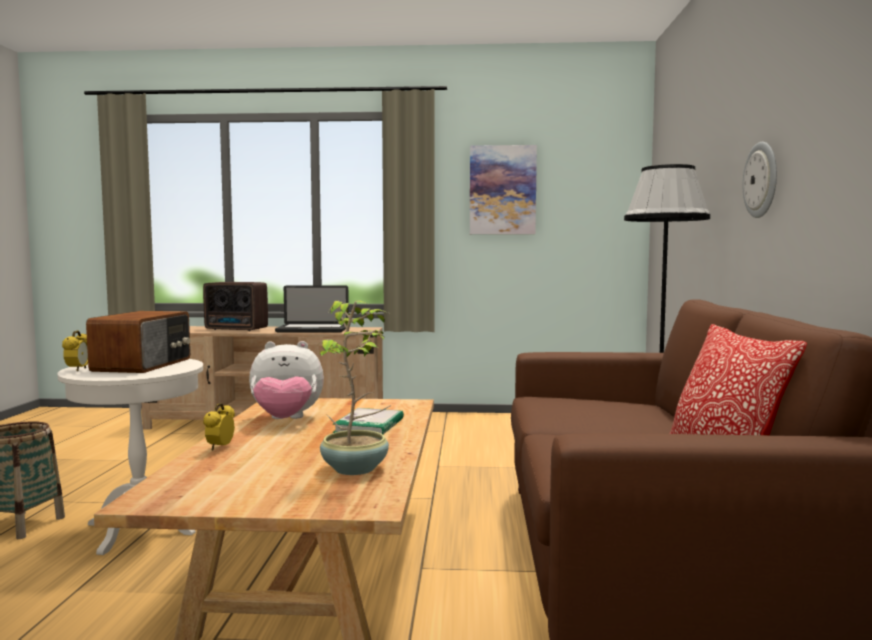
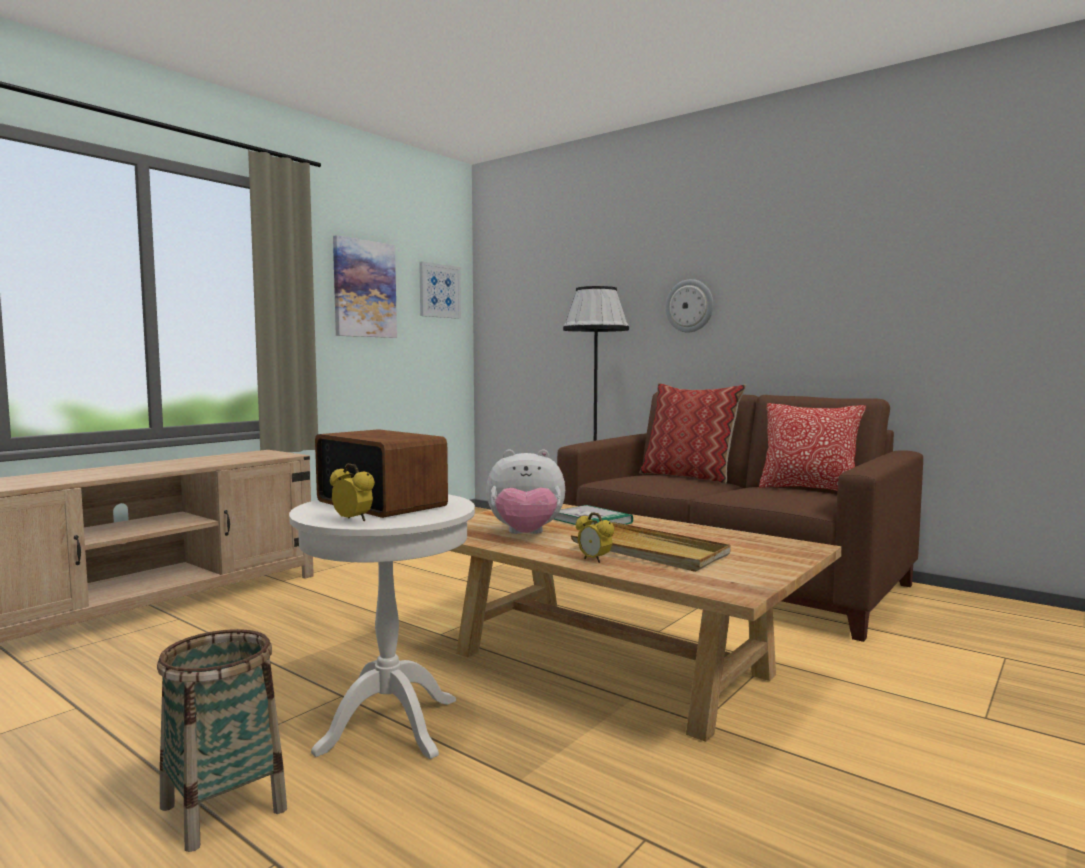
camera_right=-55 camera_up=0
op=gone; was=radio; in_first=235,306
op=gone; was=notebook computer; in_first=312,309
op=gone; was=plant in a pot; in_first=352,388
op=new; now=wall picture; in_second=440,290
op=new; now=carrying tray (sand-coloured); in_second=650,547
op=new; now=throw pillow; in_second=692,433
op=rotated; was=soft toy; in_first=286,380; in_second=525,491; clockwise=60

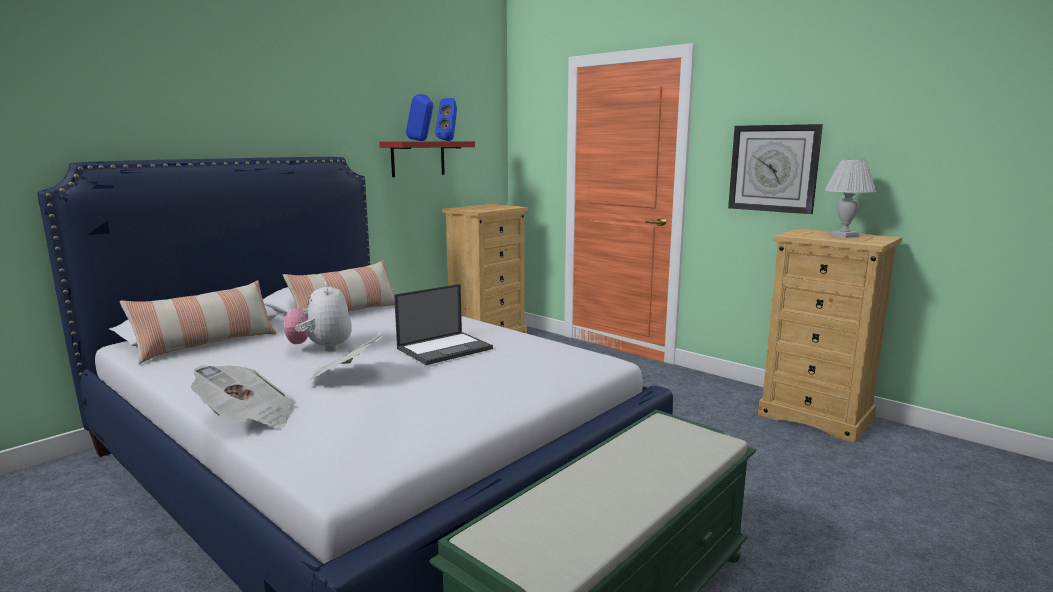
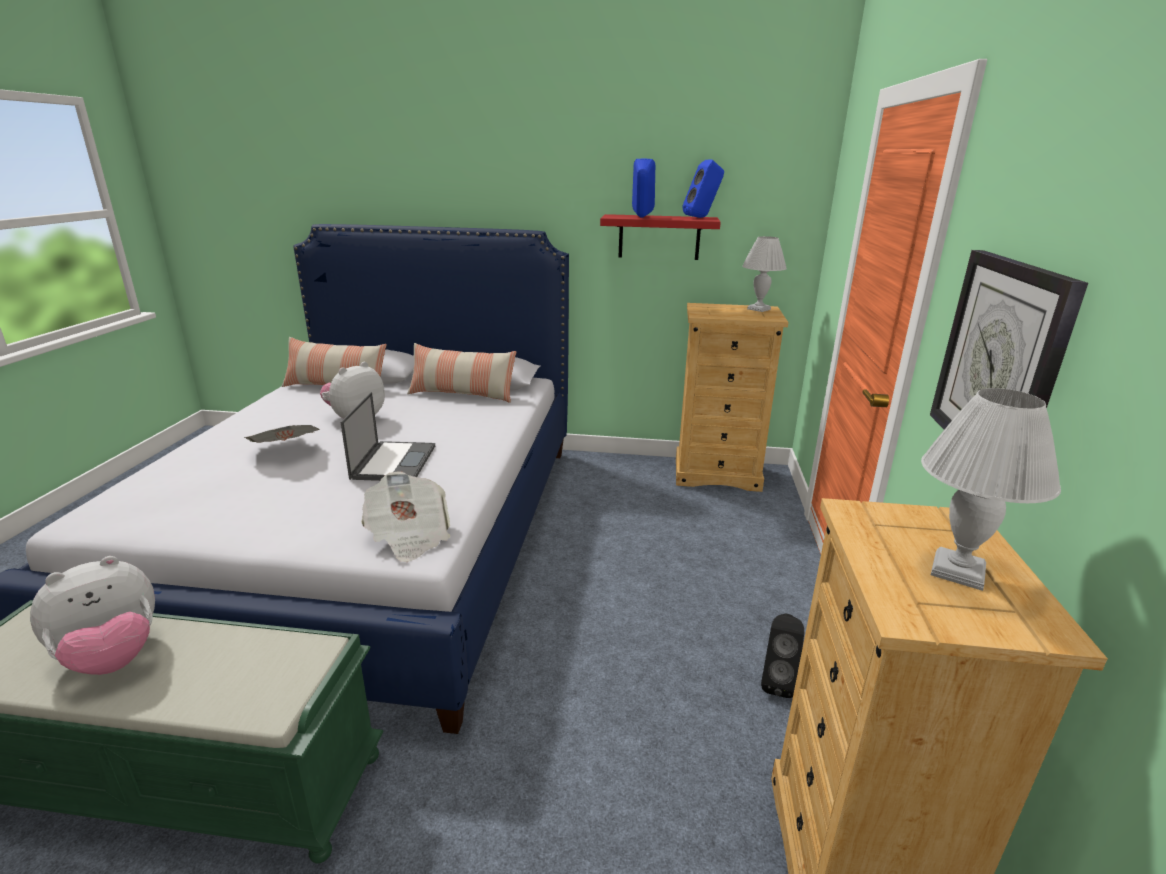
camera_right=55 camera_up=10
op=new; now=soft toy; in_second=92,615
op=new; now=tabletop lamp (white-coloured); in_second=764,274
op=new; now=loudspeaker (black-coloured); in_second=782,656
op=shifted; was=printed paper; in_first=242,396; in_second=405,516
op=rotated; was=notebook computer; in_first=443,324; in_second=388,436; clockwise=-105

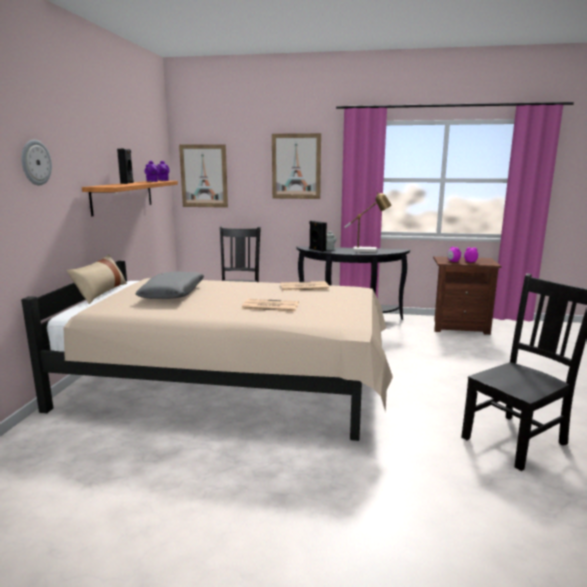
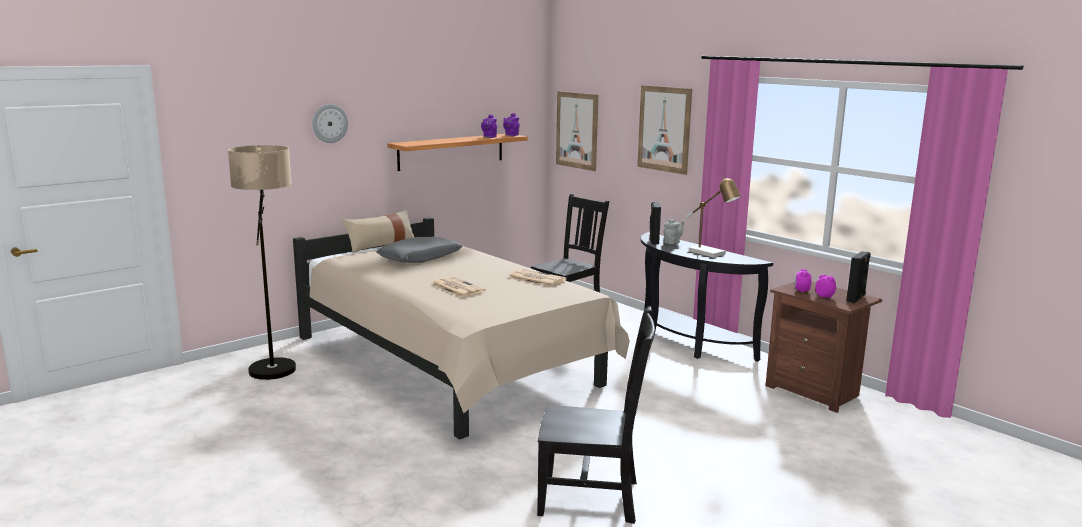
camera_right=40 camera_up=0
op=new; now=standard lamp; in_second=262,262
op=shifted; was=loudspeaker (black-coloured); in_first=125,166; in_second=859,277

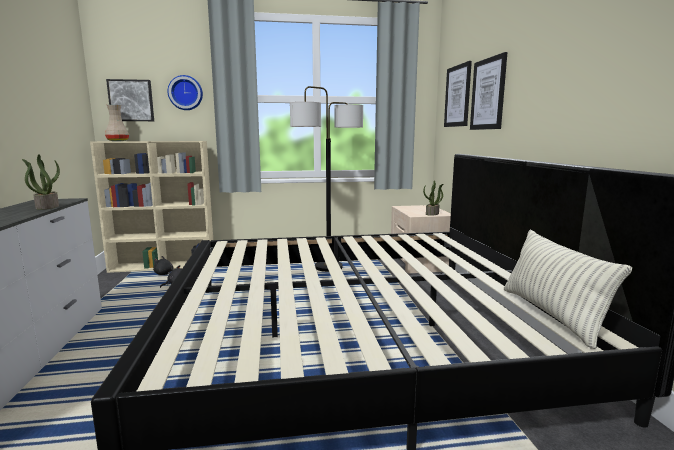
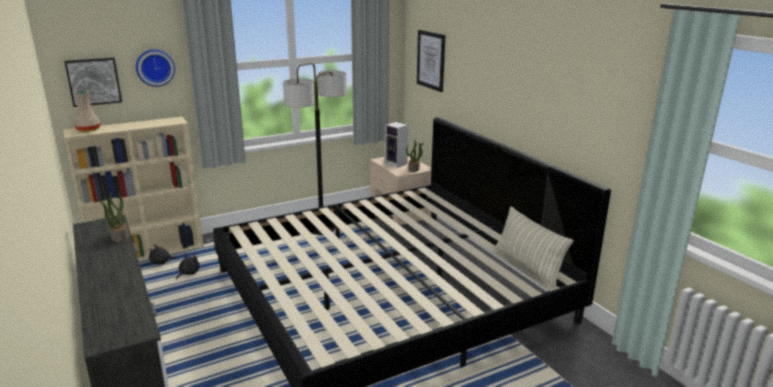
camera_right=-20 camera_up=10
op=gone; was=wall picture; in_first=488,91
op=new; now=loudspeaker; in_second=396,145

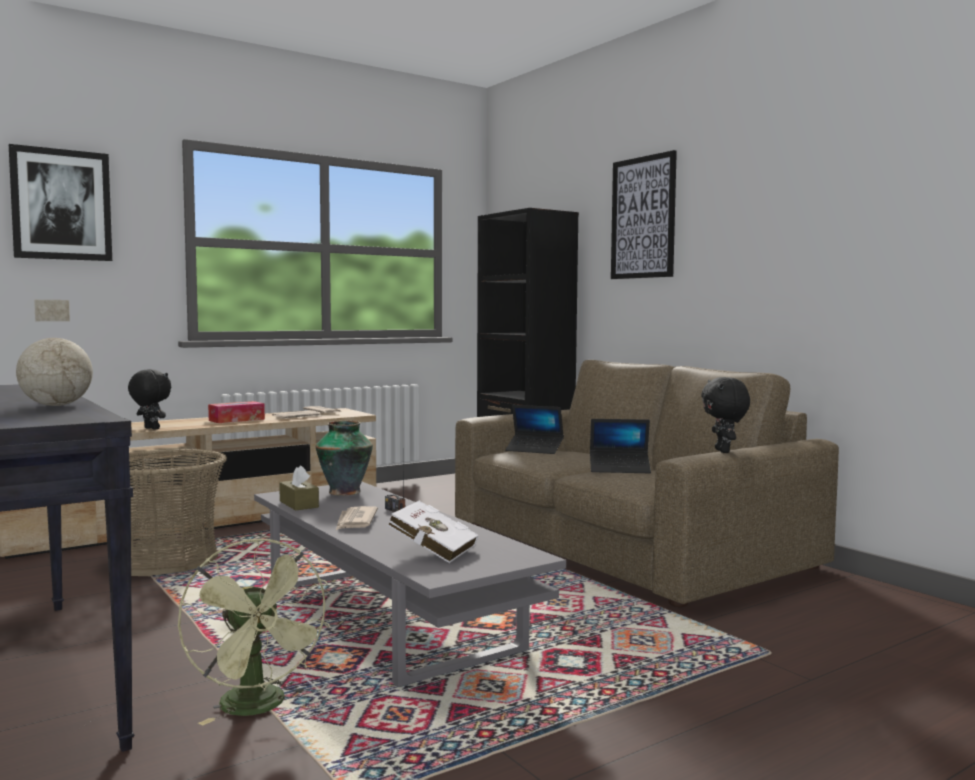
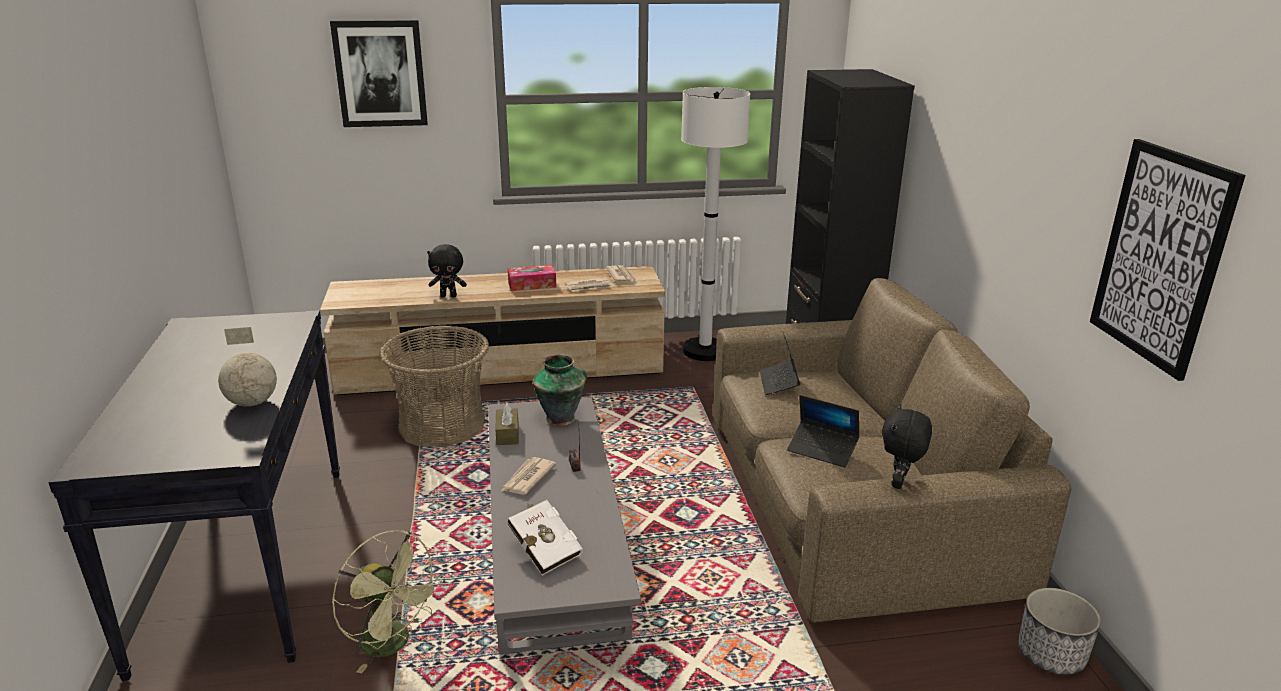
camera_right=25 camera_up=20
op=new; now=standard lamp (white-coloured); in_second=715,224
op=new; now=plant pot; in_second=1059,631
op=shifted; was=wall picture; in_first=644,214; in_second=1168,260
op=rotated; was=soft toy (black-coloured); in_first=149,399; in_second=447,270; clockwise=120
op=rotated; was=electric fan (greenish); in_first=254,632; in_second=387,602; clockwise=-45
op=rotated; was=notebook computer; in_first=534,429; in_second=780,363; clockwise=45

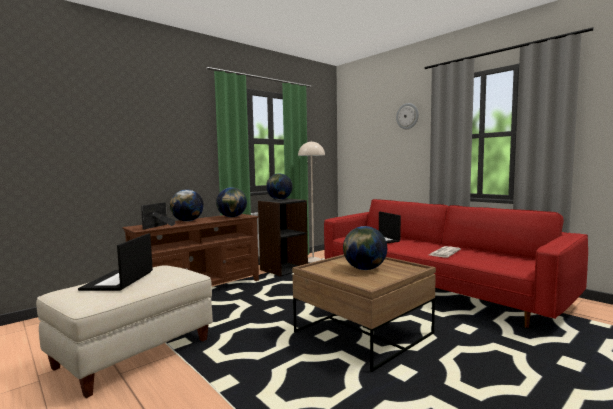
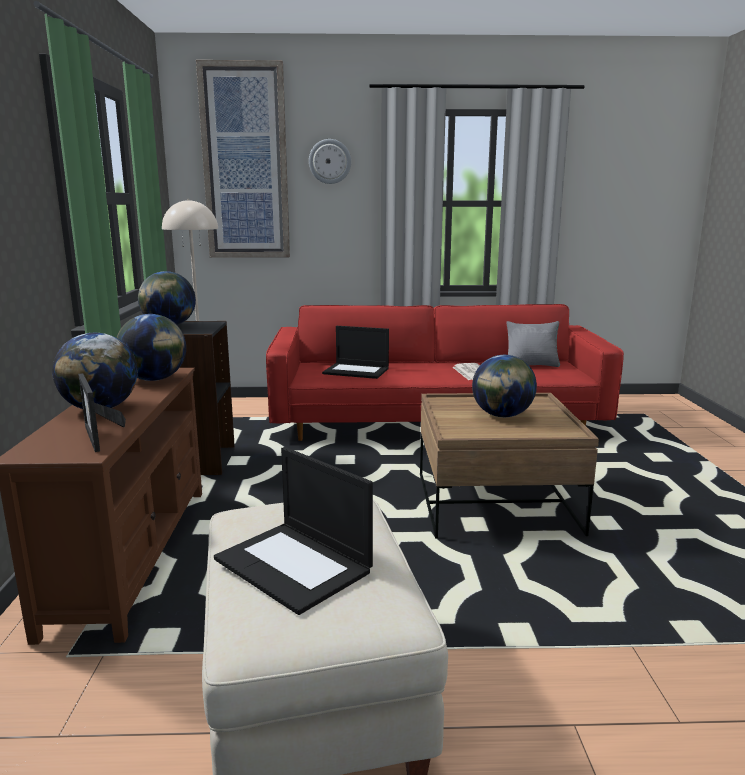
camera_right=-50 camera_up=10
op=new; now=wall picture; in_second=243,159
op=new; now=throw pillow (greyish); in_second=533,344

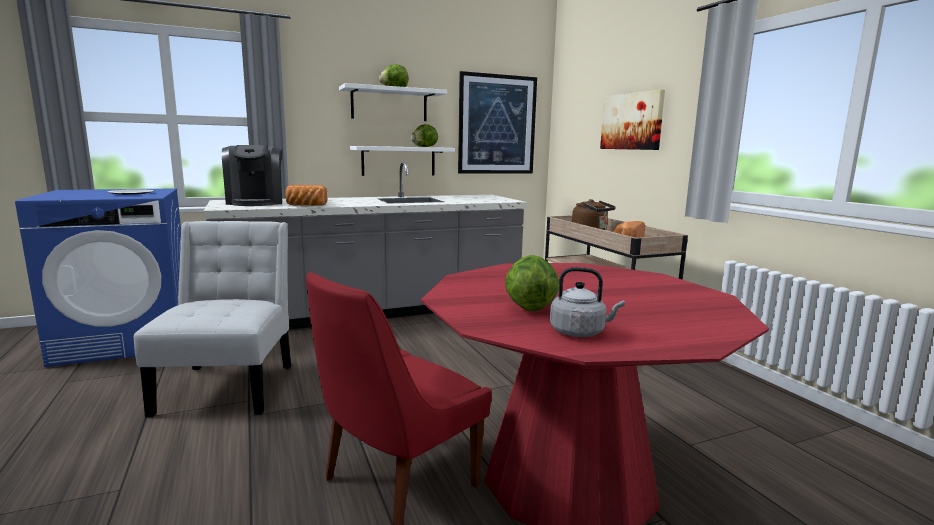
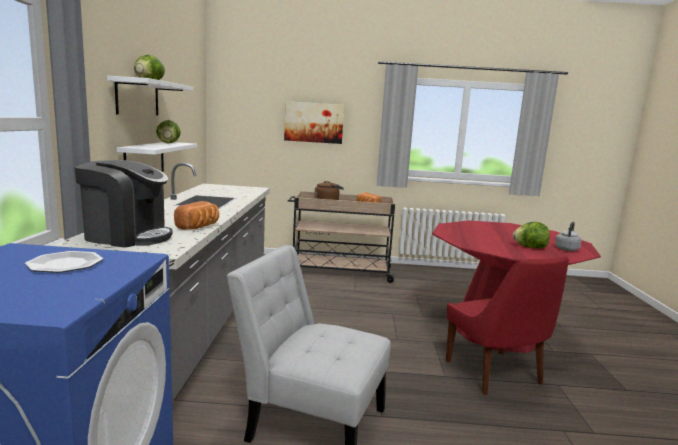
camera_right=-65 camera_up=0
op=gone; was=wall picture; in_first=497,122

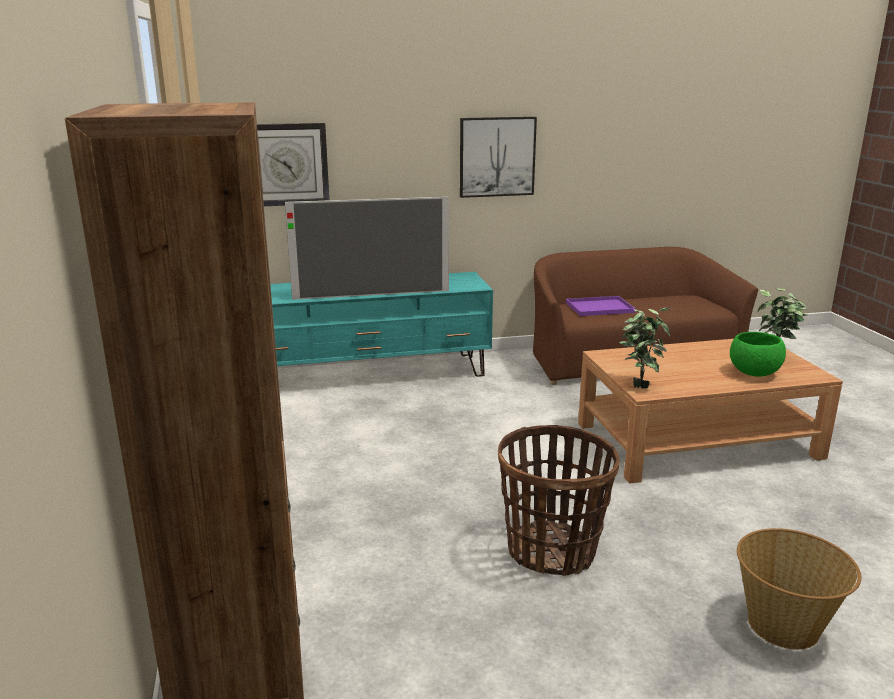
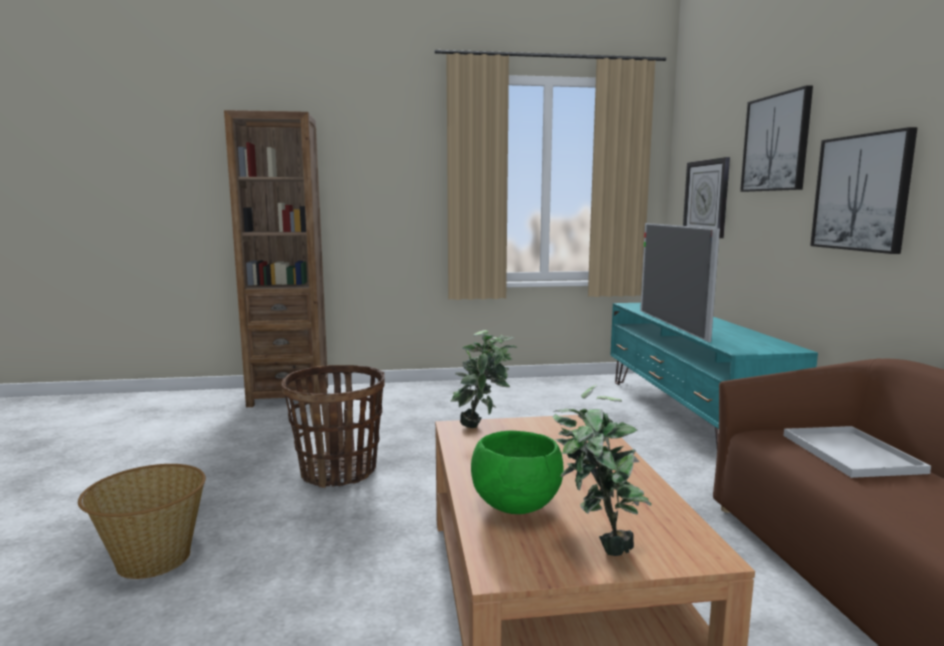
camera_right=95 camera_up=-10
op=new; now=wall picture; in_second=776,138
op=repainted; was=carrying tray (purple-coloured); now=carrying tray (white-coloured); in_first=601,306; in_second=857,452

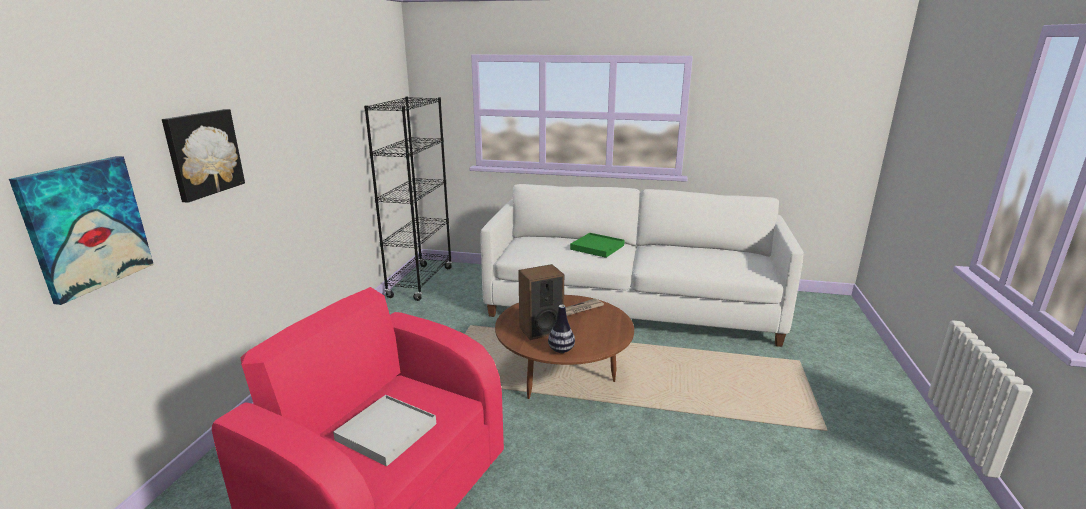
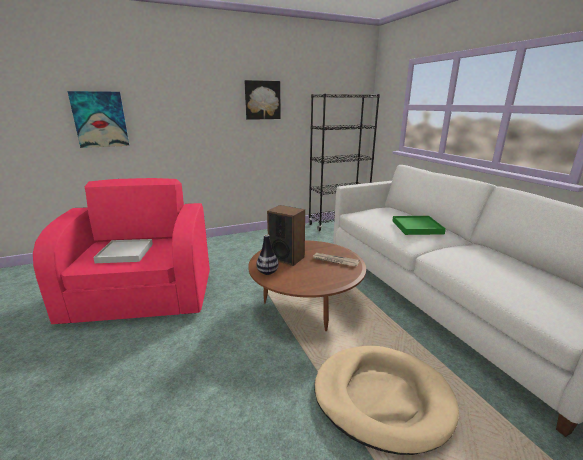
camera_right=55 camera_up=0
op=new; now=dog bed (sand-coloured); in_second=386,400
op=shifted; was=wall picture; in_first=203,156; in_second=262,100

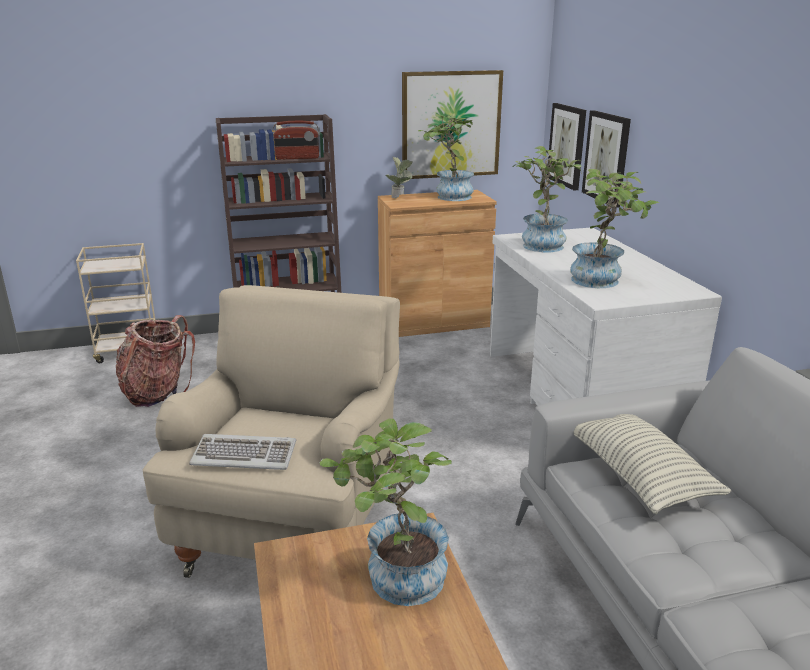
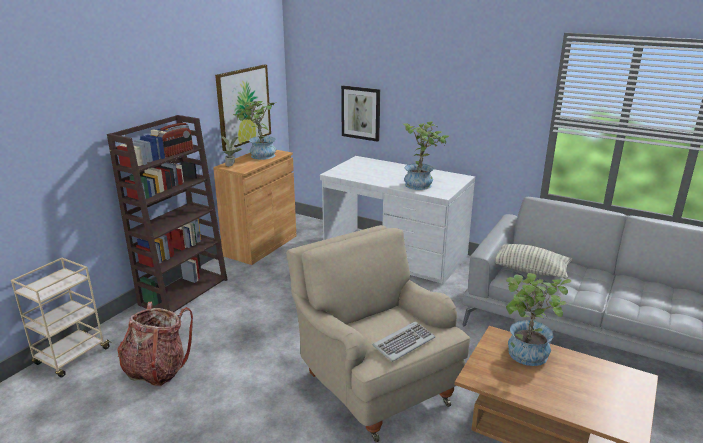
camera_right=-45 camera_up=0
op=gone; was=plant in a pot; in_first=547,199
op=gone; was=wall picture; in_first=566,147

